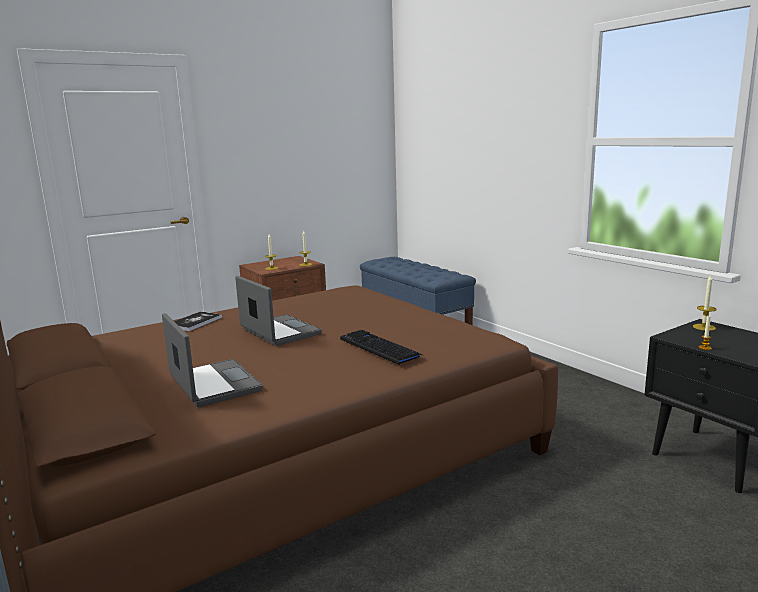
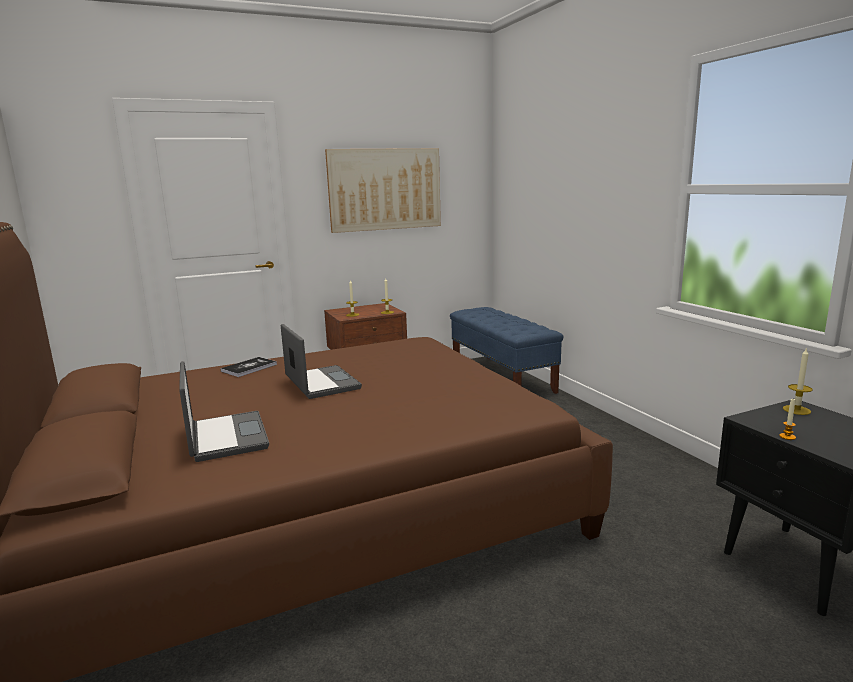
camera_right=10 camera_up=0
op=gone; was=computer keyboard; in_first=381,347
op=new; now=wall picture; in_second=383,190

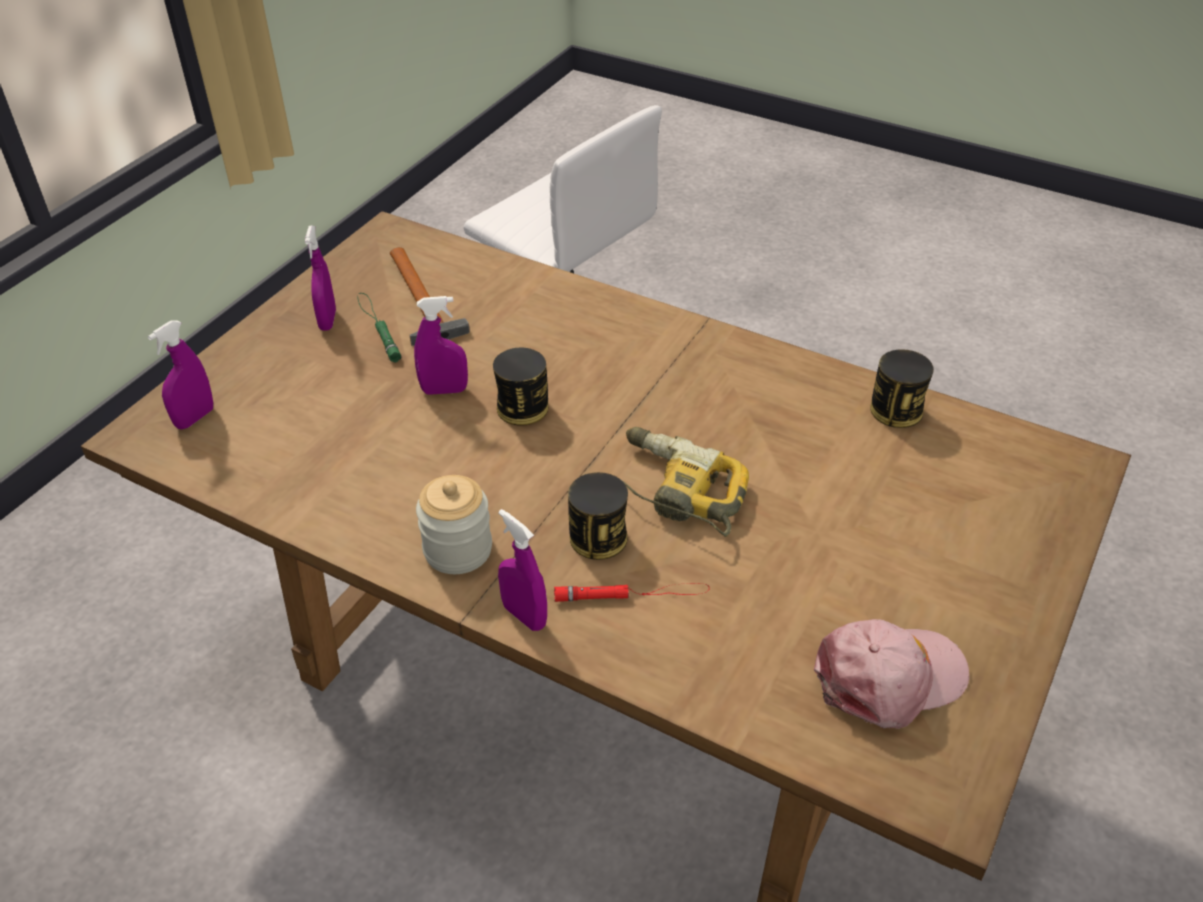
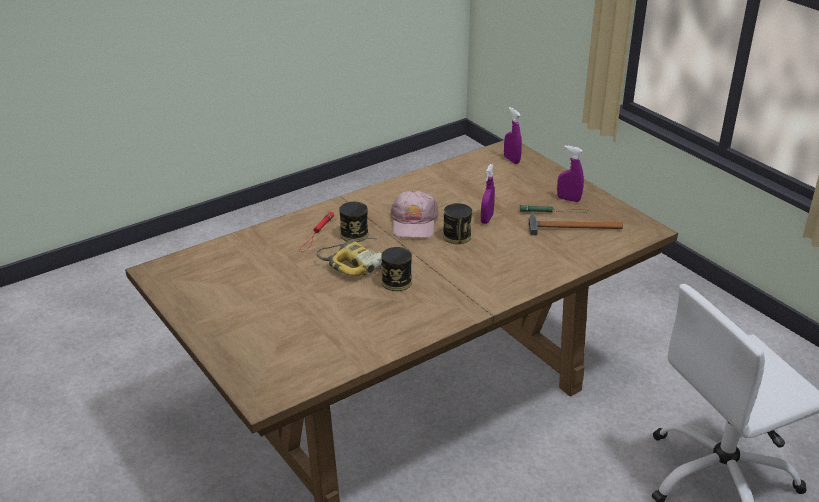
camera_right=115 camera_up=-10
op=gone; was=jar; in_first=454,524
op=gone; was=hand sprayer (purple-coloured); in_first=522,570
op=shifted; was=baseball cap (pink-coloured); in_first=891,674; in_second=414,214
op=shifted; was=metal can; in_first=902,388; in_second=396,269

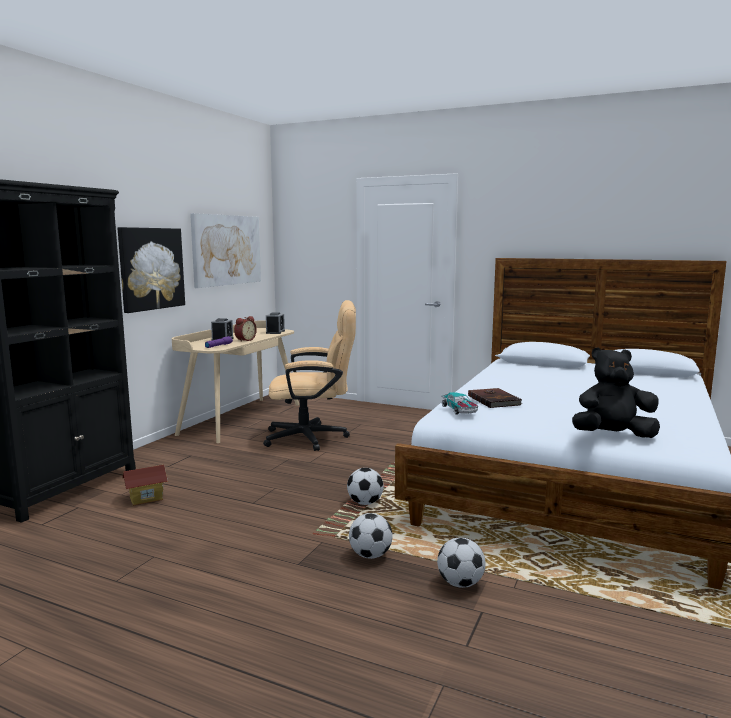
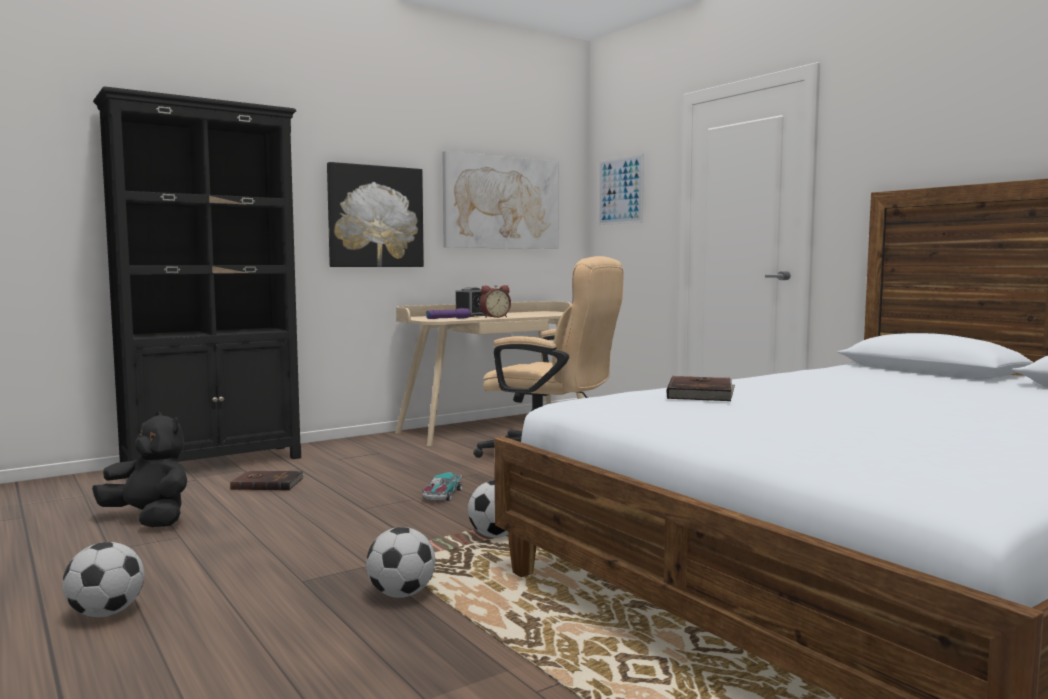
camera_right=30 camera_up=-5
op=gone; was=alarm clock; in_first=275,323
op=new; now=wall picture; in_second=621,189
op=shifted; was=football; in_first=461,562; in_second=103,579
op=shifted; was=model car; in_first=459,403; in_second=442,487
op=shifted; was=soft toy (black-coloured); in_first=616,392; in_second=139,469
op=swapped; was=model house; now=bound book (brown); in_first=145,485; in_second=267,480

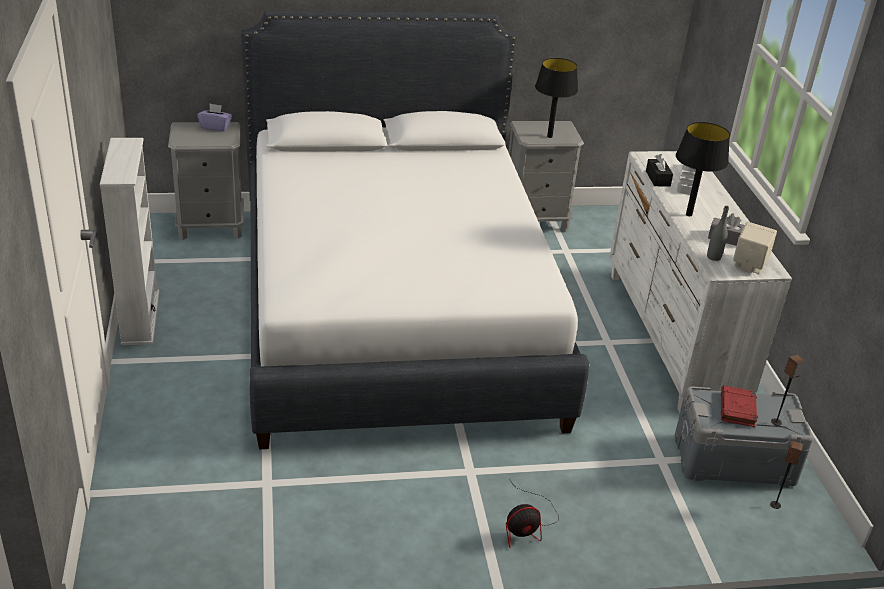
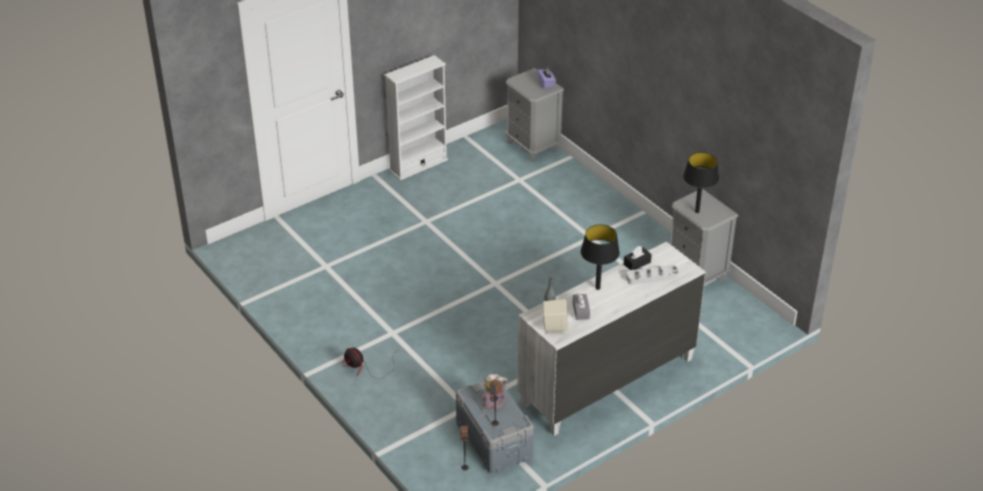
camera_right=65 camera_up=5
op=gone; was=bed (white-coloured); in_first=415,230
op=swapped; was=bound book (red); now=soft toy; in_first=739,406; in_second=494,392

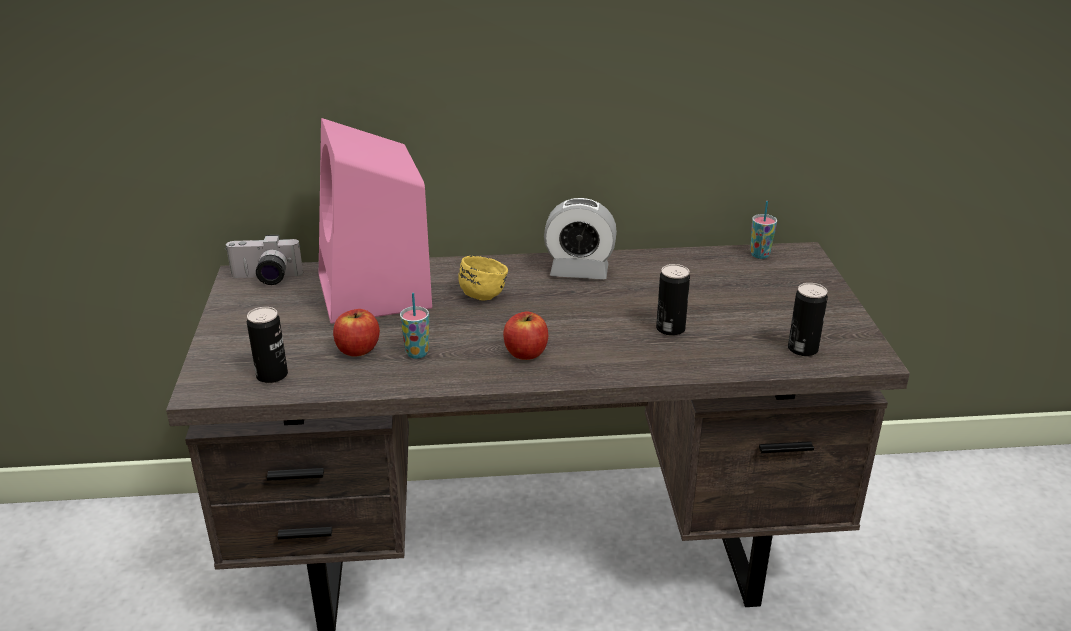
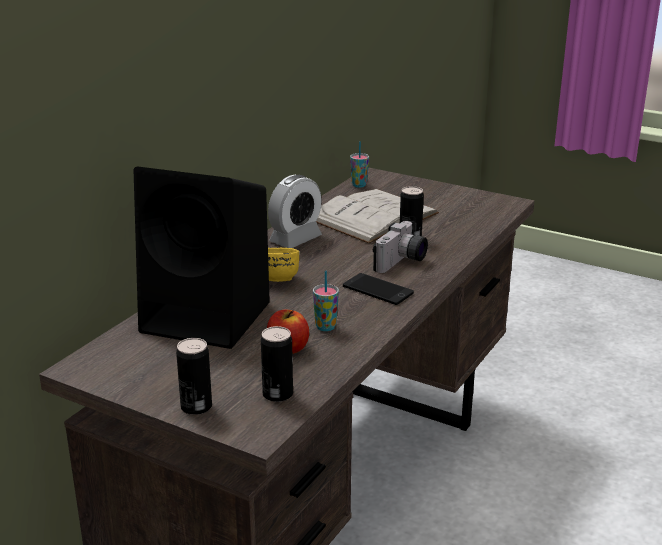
camera_right=-55 camera_up=-5
op=new; now=bound book (white-coloured); in_second=377,216
op=shifted; was=photo camera; in_first=264,260; in_second=400,247
op=shifted; was=metal can; in_first=808,320; in_second=194,376
op=swapped; was=apple fruit; now=phone; in_first=525,336; in_second=378,289
op=repainted; was=loudspeaker (pink-coloured); now=loudspeaker (black-coloured); in_first=375,221; in_second=202,258

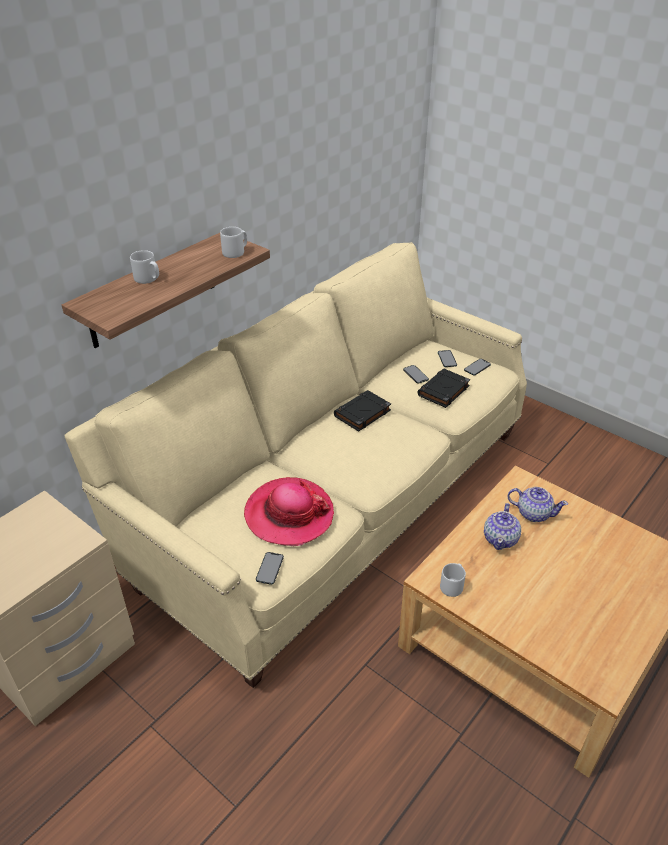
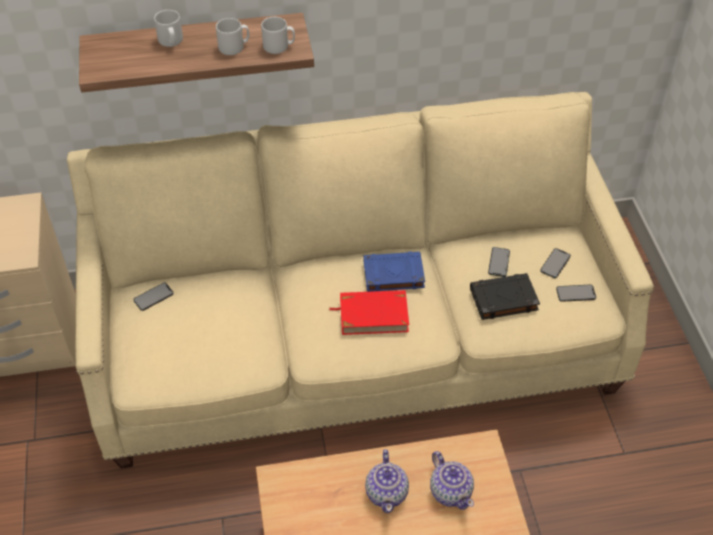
camera_right=40 camera_up=10
op=gone; was=hat; in_first=289,511
op=new; now=bound book (red); in_second=369,312
op=shifted; was=phone; in_first=270,568; in_second=153,297
op=shifted; was=mug (greyish); in_first=453,580; in_second=232,36
op=repainted; was=bound book (black-coloured); now=bound book (blue); in_first=362,411; in_second=394,272
op=rotated; was=tea pot; in_first=502,526; in_second=387,481; clockwise=-60

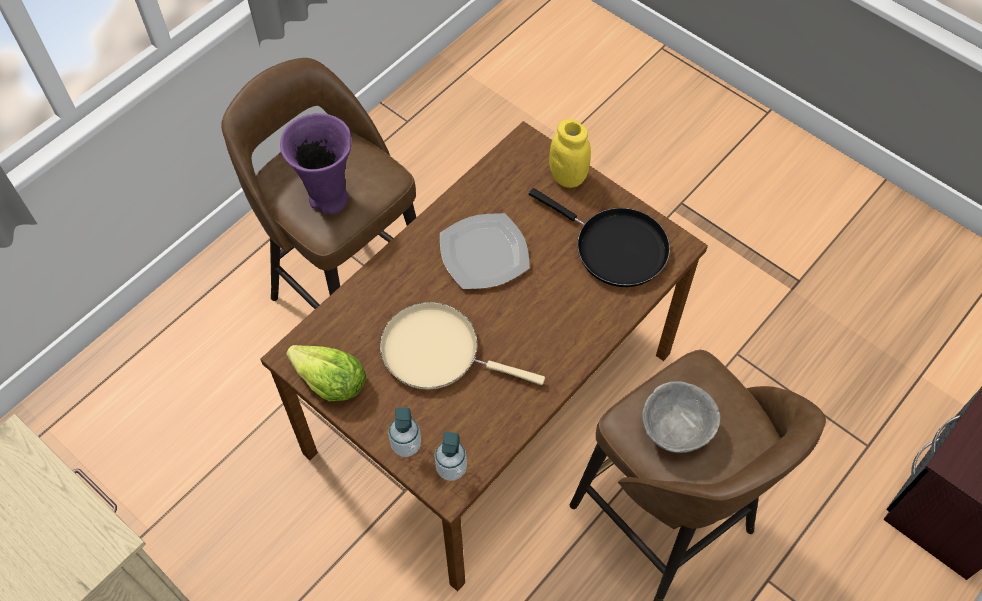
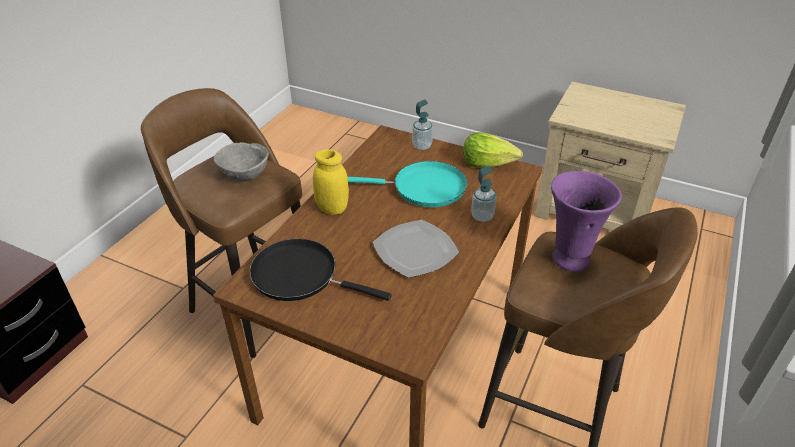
camera_right=165 camera_up=-20
op=shifted; was=soap dispenser; in_first=450,456; in_second=483,194
op=shifted; was=jar (yellowish); in_first=570,153; in_second=331,182
op=repainted; was=skillet (sand-coloured); now=skillet (turquoise-coloured); in_first=462,346; in_second=407,184

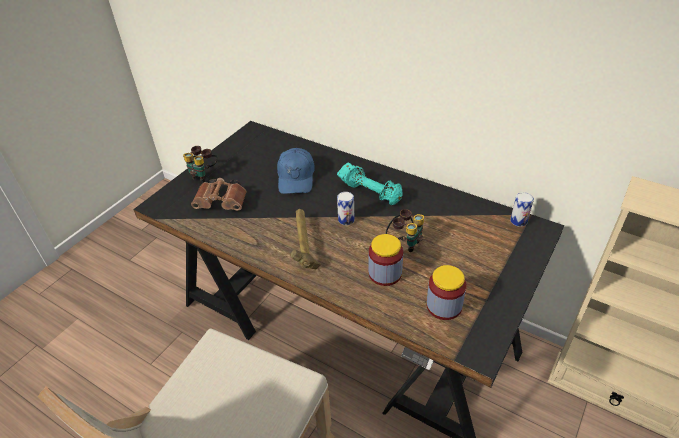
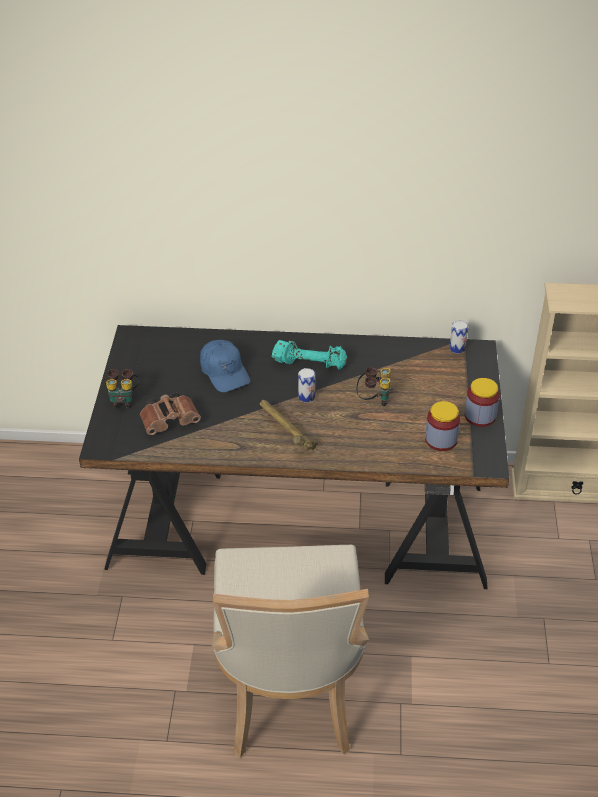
camera_right=-30 camera_up=0
op=shifted; was=jar; in_first=385,260; in_second=482,402

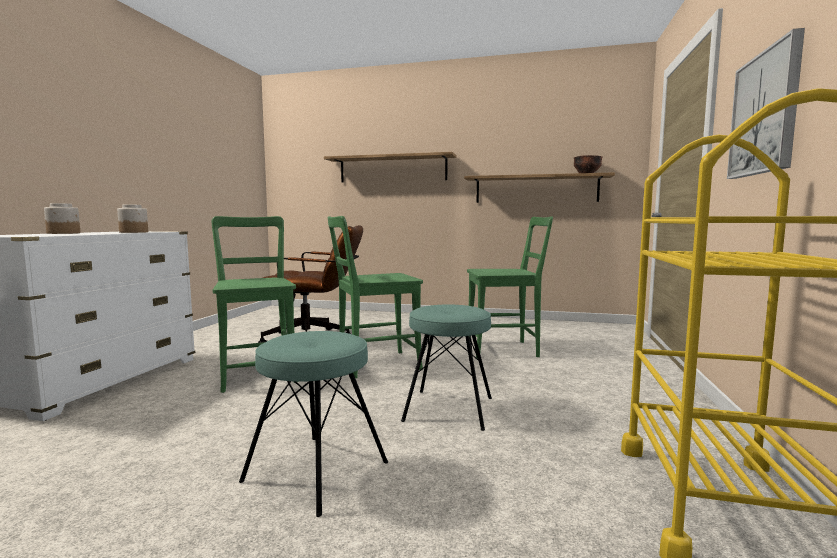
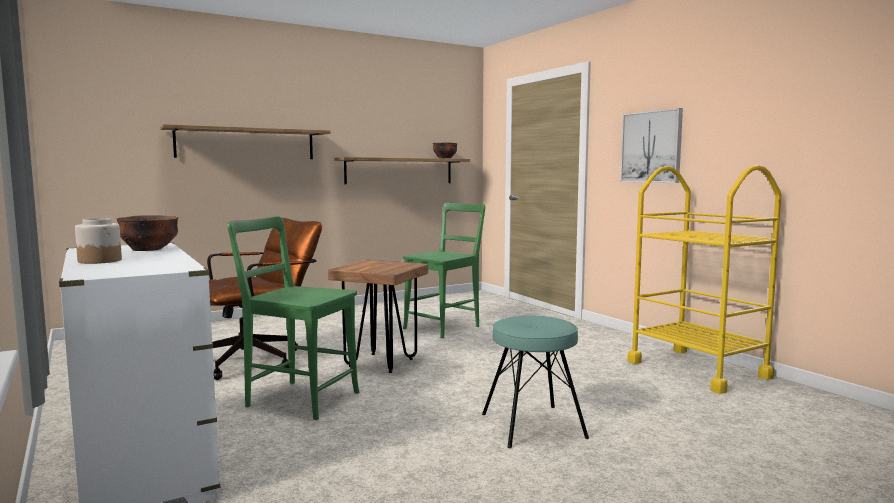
camera_right=-45 camera_up=0
op=gone; was=stool (turquoise-coloured); in_first=446,367
op=swapped; was=jar; now=deep dish (brown); in_first=132,218; in_second=147,233
op=swapped; was=plain chair (greenish); now=stool (brown); in_first=375,297; in_second=378,316

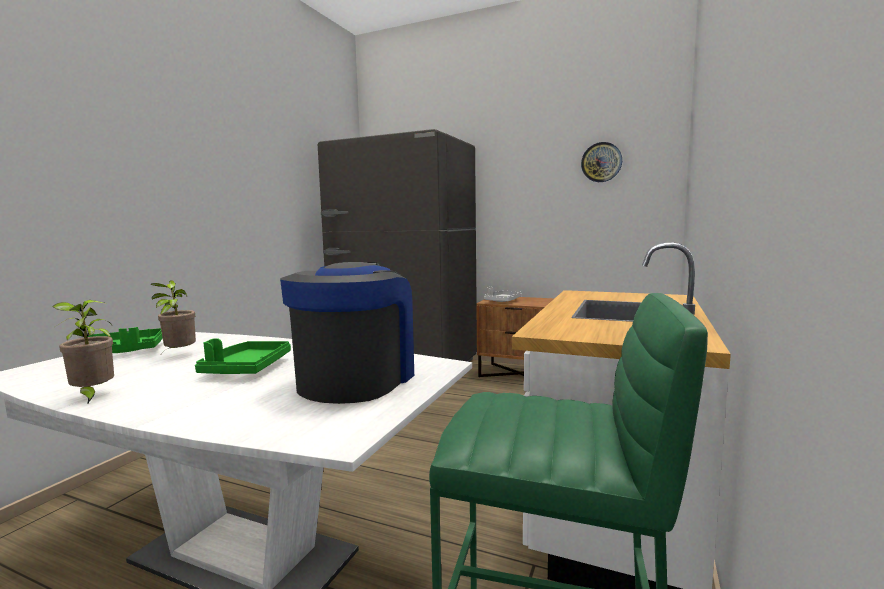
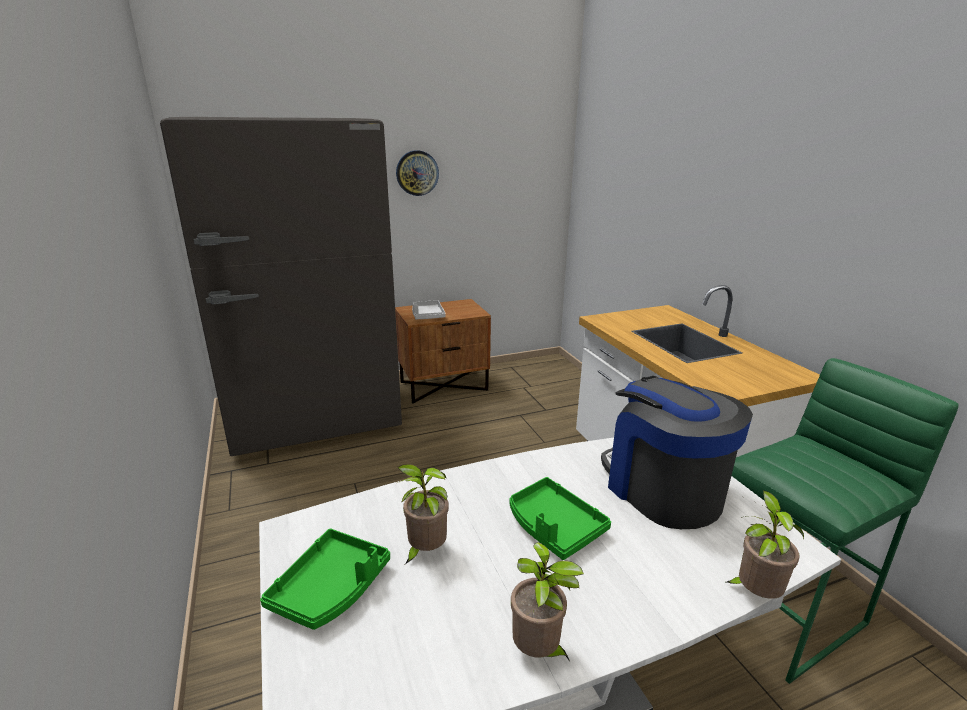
camera_right=-45 camera_up=15
op=new; now=plant in a pot; in_second=765,544
op=shifted; was=wall clock; in_first=601,162; in_second=417,173

